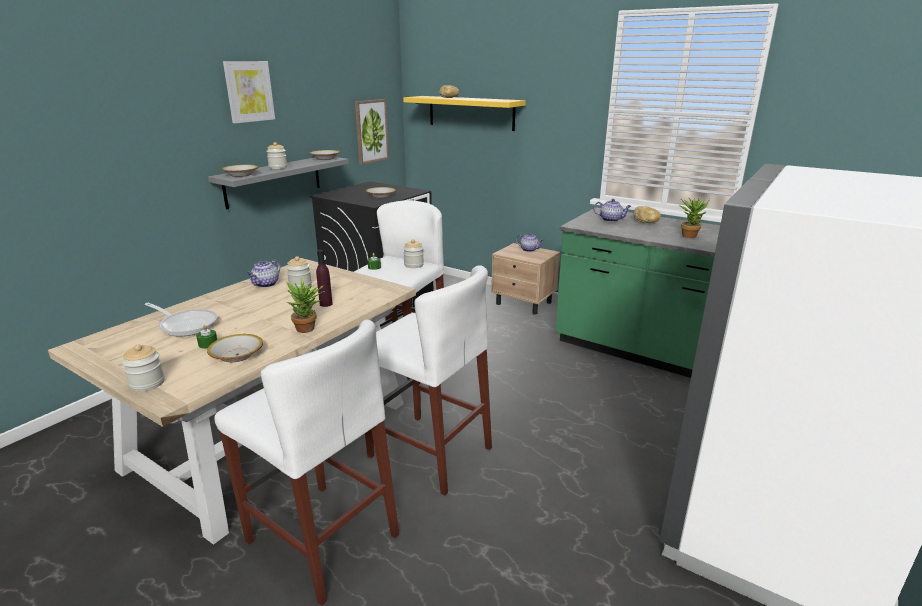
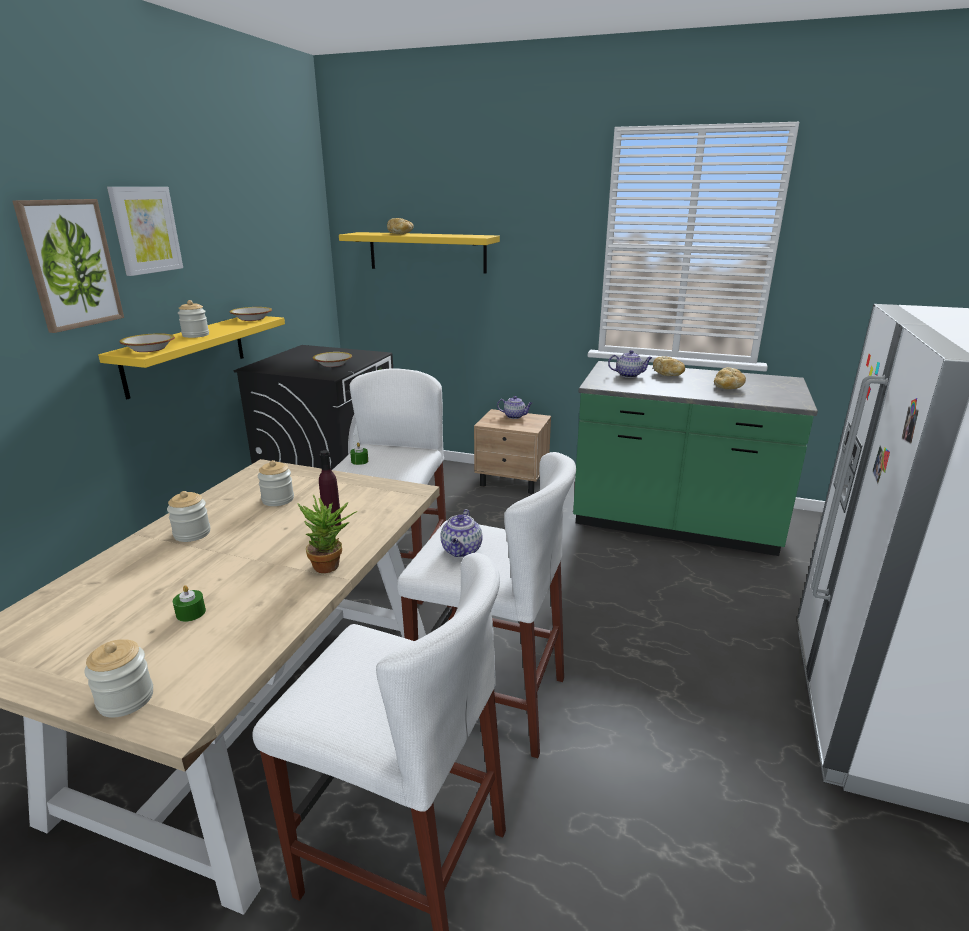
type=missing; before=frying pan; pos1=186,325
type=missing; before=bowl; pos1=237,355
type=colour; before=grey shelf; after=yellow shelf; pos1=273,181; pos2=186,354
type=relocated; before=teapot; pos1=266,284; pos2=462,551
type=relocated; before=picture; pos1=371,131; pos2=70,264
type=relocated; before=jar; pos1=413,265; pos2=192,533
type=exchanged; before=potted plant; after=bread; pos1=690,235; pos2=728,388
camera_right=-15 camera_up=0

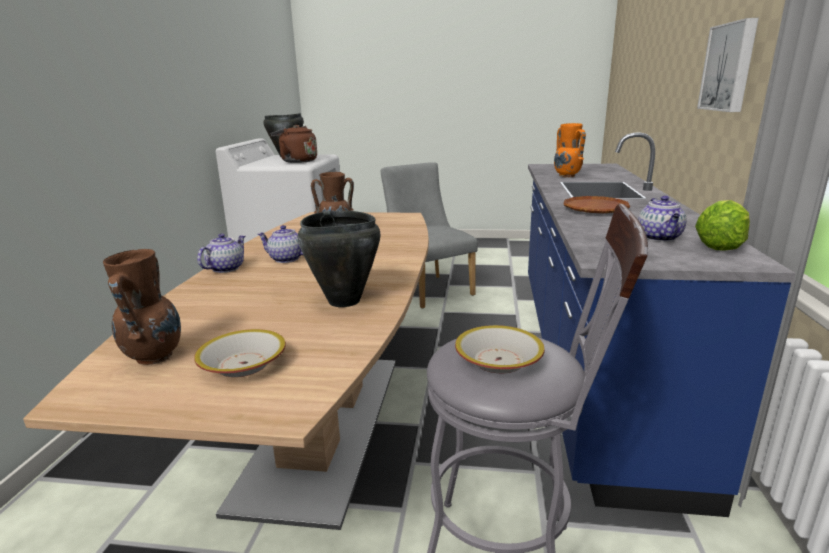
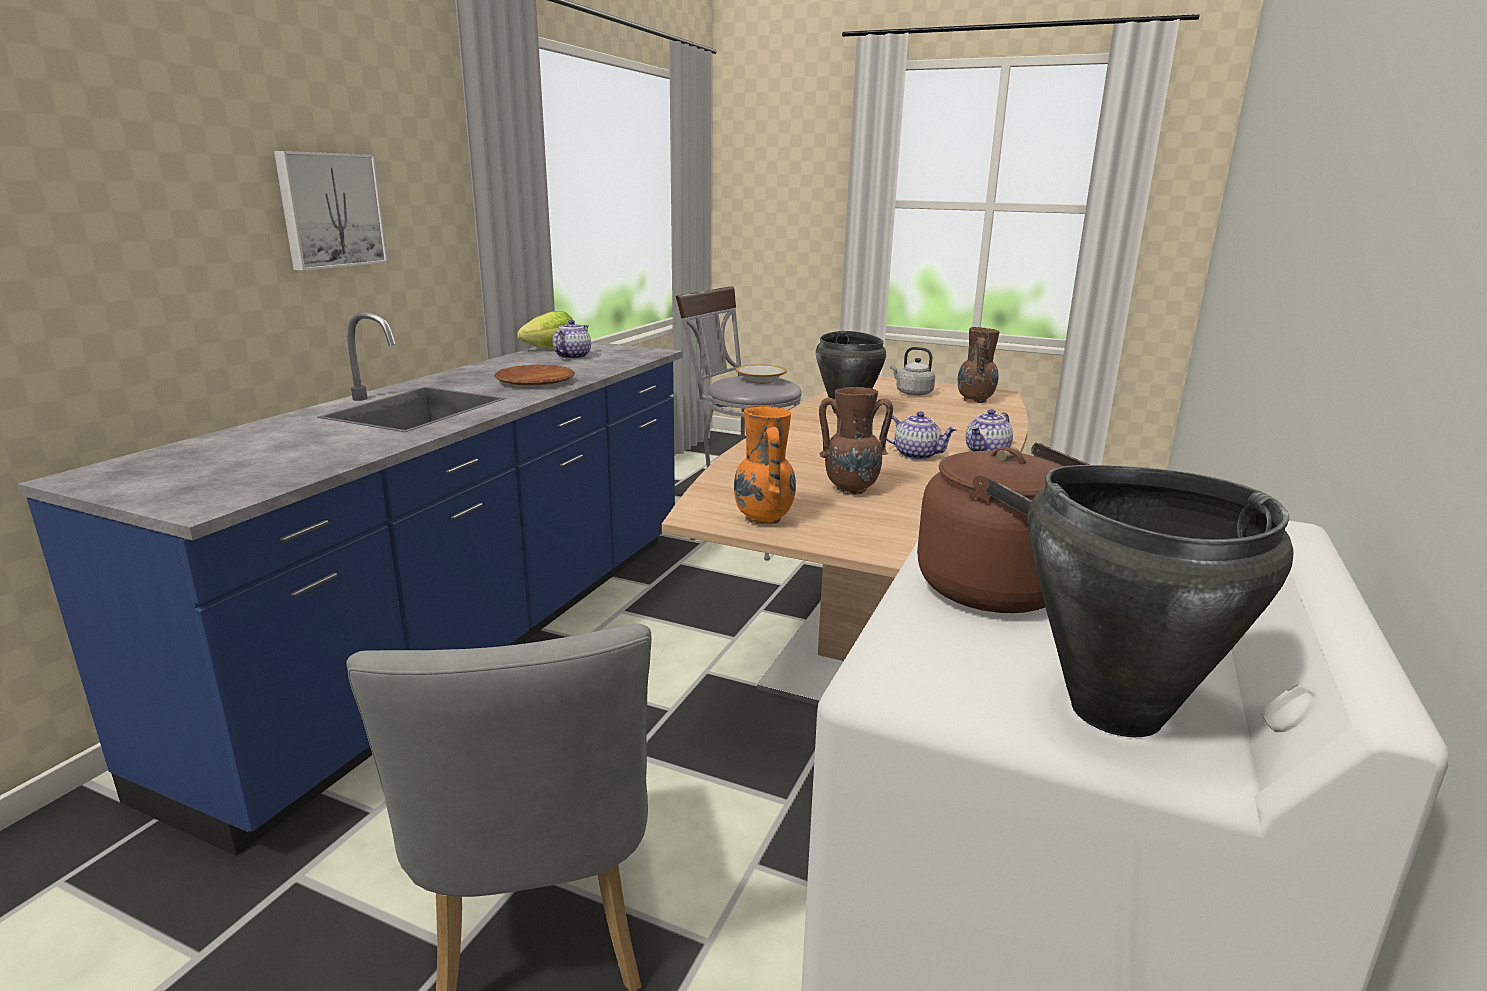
type=exchanged; before=bowl; after=grey kettle; pos1=244,364; pos2=912,393
type=relocated; before=orange vase; pos1=567,176; pos2=764,519
camera_right=-165 camera_up=0

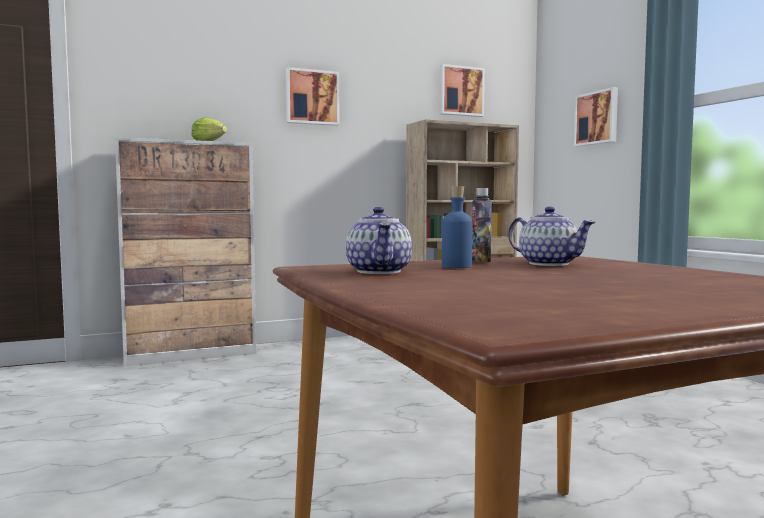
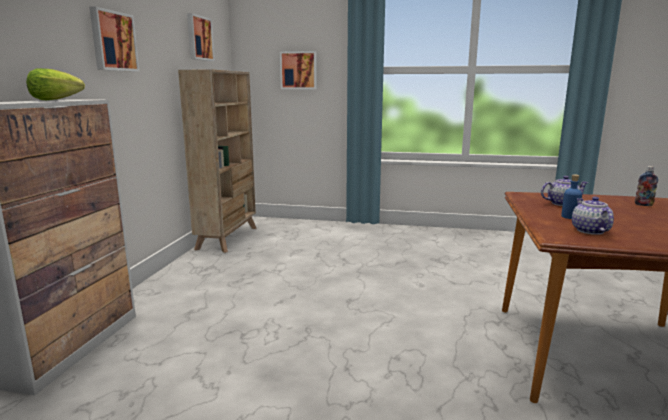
type=spun; before=teapot; pos1=379,271; pos2=590,231; turn=-120
type=relocated; before=bottle; pos1=481,261; pos2=643,205
camera_right=-55 camera_up=10

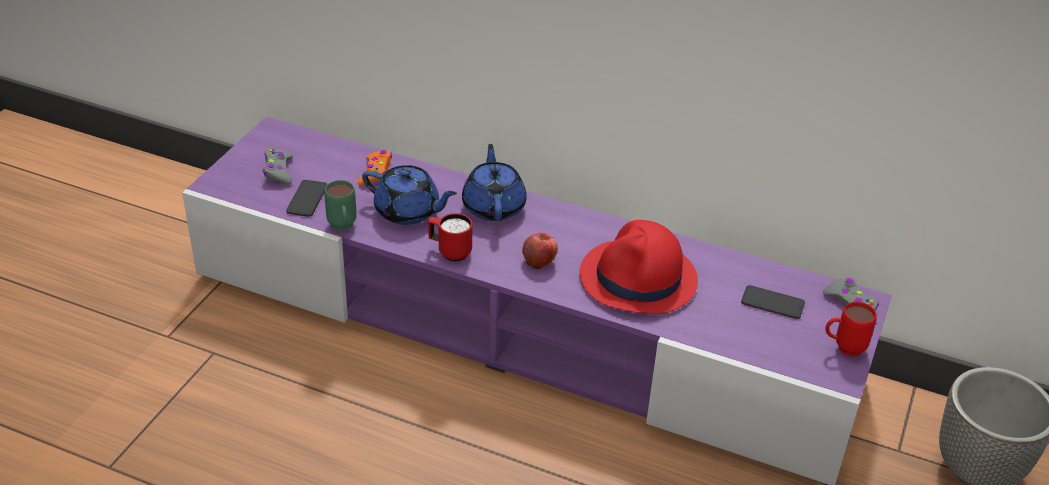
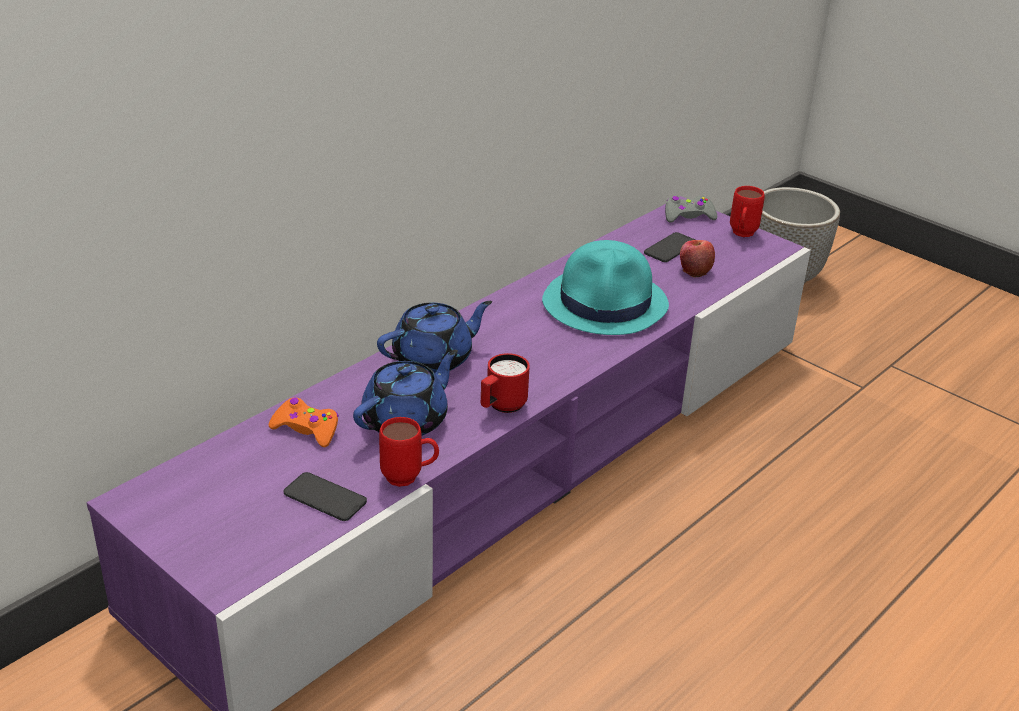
type=missing; before=grey game controller; pos1=278,171
type=colour; before=green mug; after=red mug; pos1=343,228; pos2=409,478
type=spun; before=blue teapot; pos1=494,206; pos2=434,358; turn=135
type=relocated; before=apple; pos1=539,261; pos2=694,270
type=colour; before=red hat; after=turquoise hat; pos1=638,279; pos2=606,304
camera_right=-70 camera_up=-5

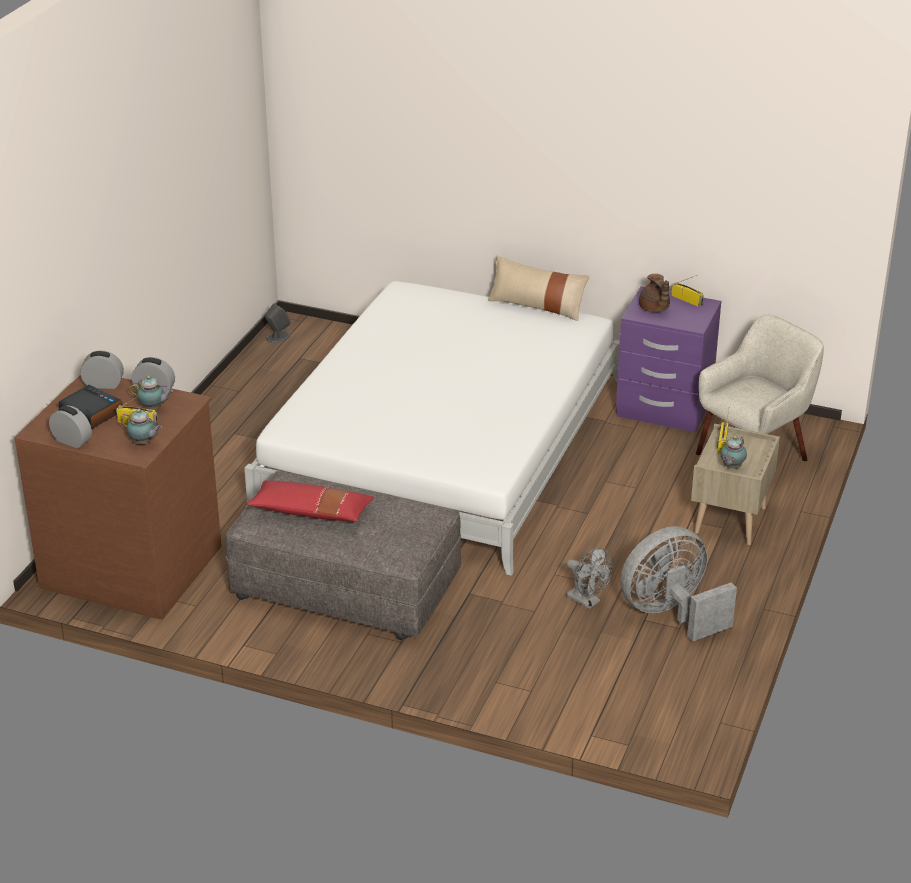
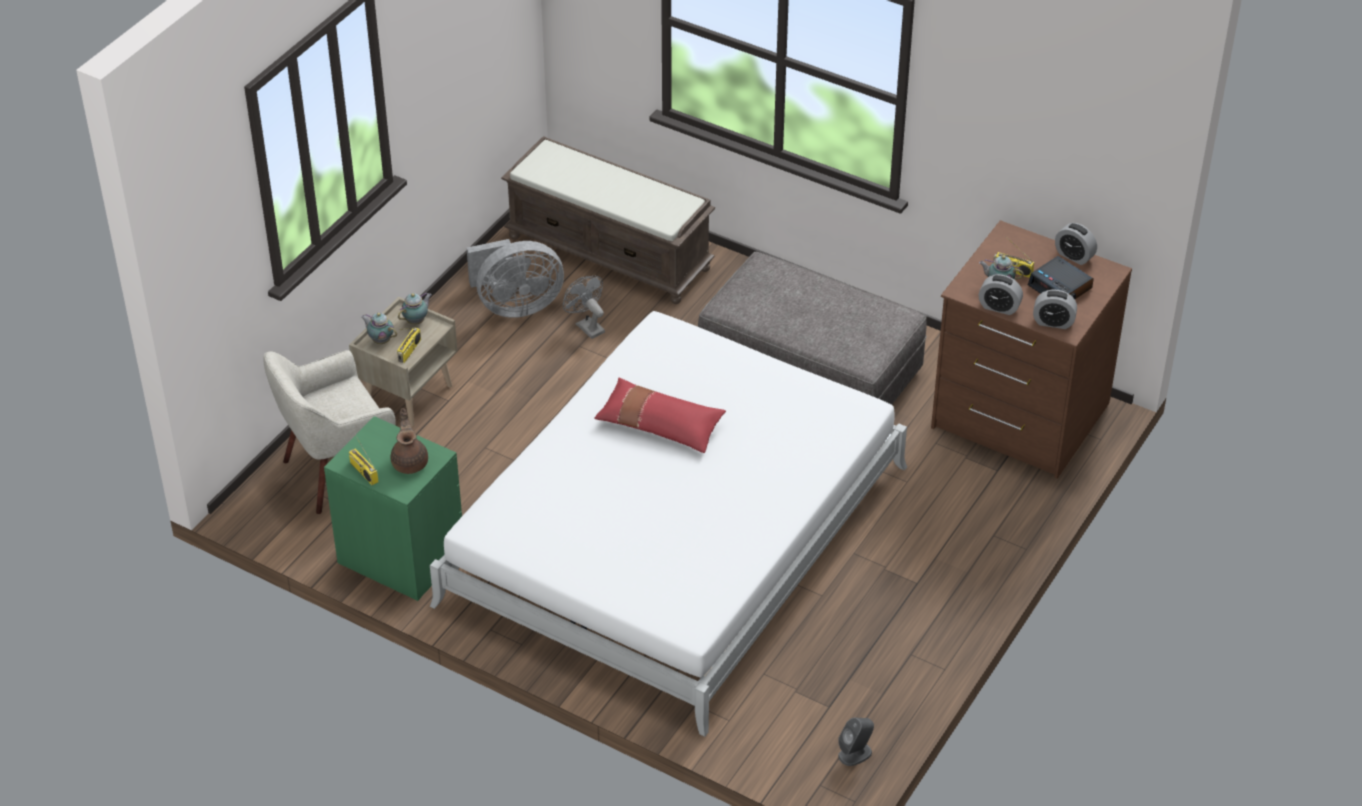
type=relocated; before=teapot; pos1=143,443; pos2=380,340
type=relocated; before=red pillow; pos1=311,512; pos2=660,425
type=missing; before=beige pillow; pos1=537,306
type=colour; before=purple nightstand; after=green nightstand; pos1=663,409; pos2=402,555
type=appeared; after=brown bench; pos2=611,252
camera_right=-170 camera_up=10

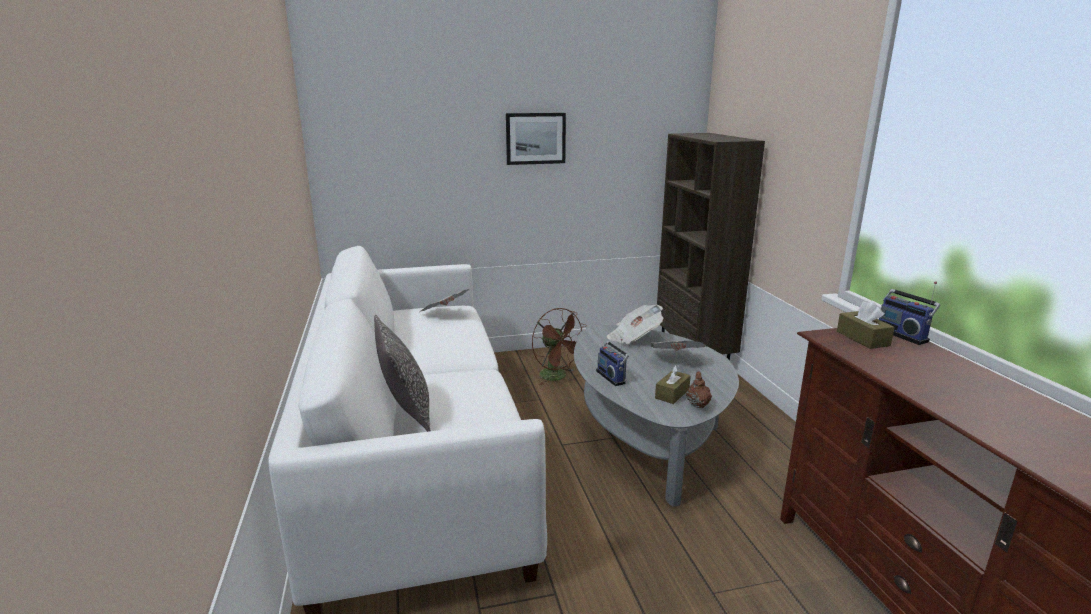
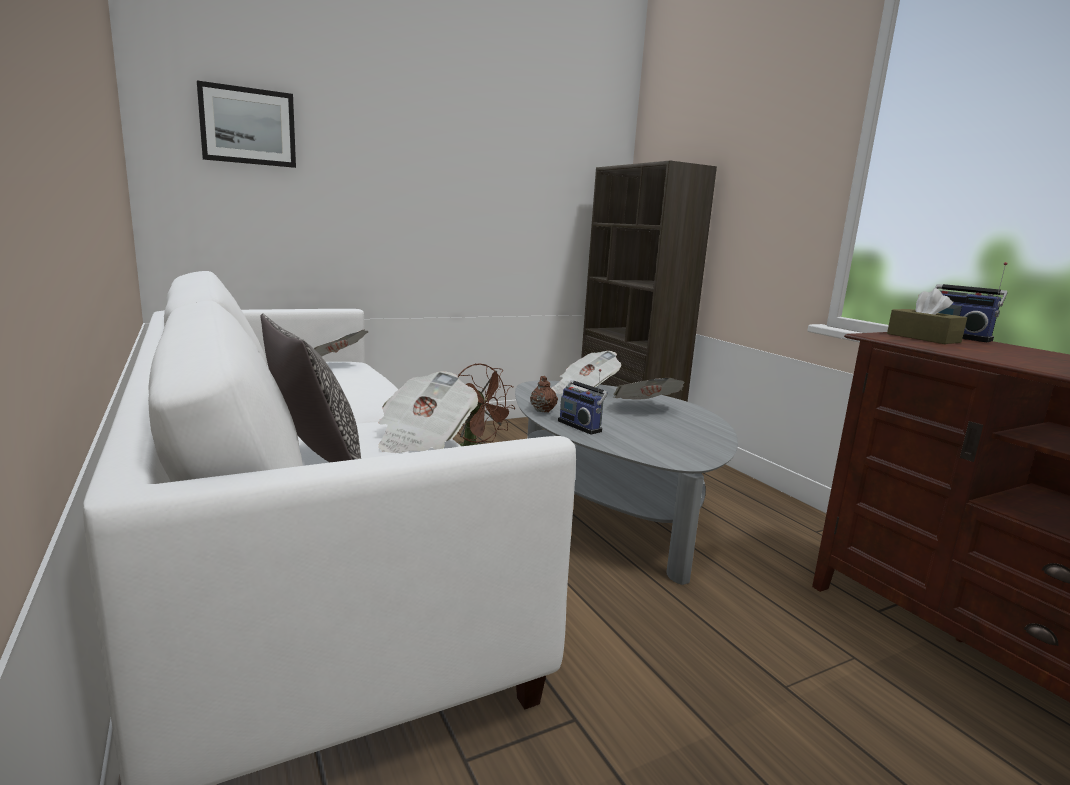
type=relocated; before=picture; pos1=535,138; pos2=248,126
type=missing; before=brown tissue box; pos1=672,394
type=relocated; before=brown teapot; pos1=697,404; pos2=542,410
type=appeared; after=newspaper; pos2=423,438
camera_right=-15 camera_up=-5

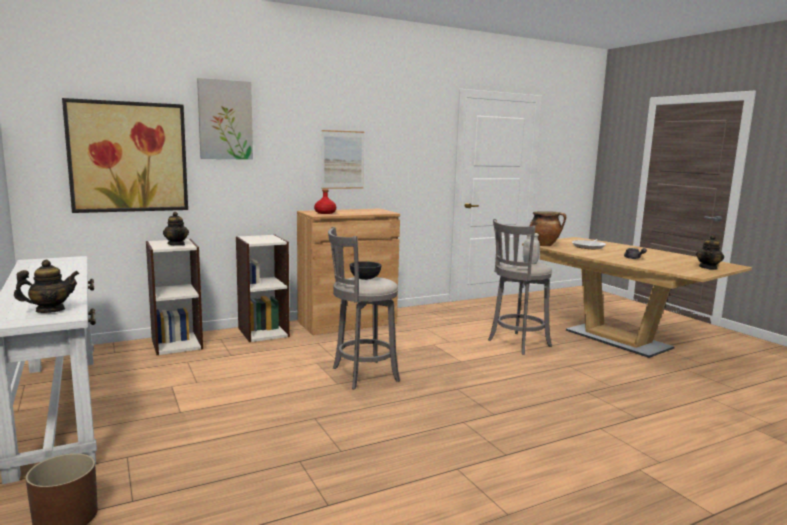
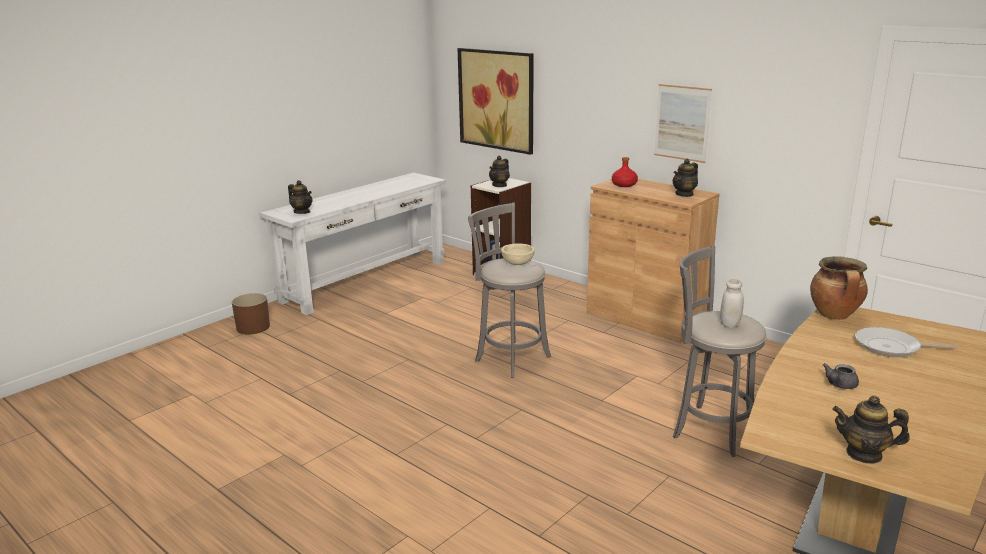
type=missing; before=picture; pos1=225,120
type=missing; before=bookcase; pos1=263,332
type=colour; before=black bowl; after=beige bowl; pos1=365,278; pos2=517,263
type=appeared; after=teapot; pos2=684,194
camera_right=70 camera_up=10

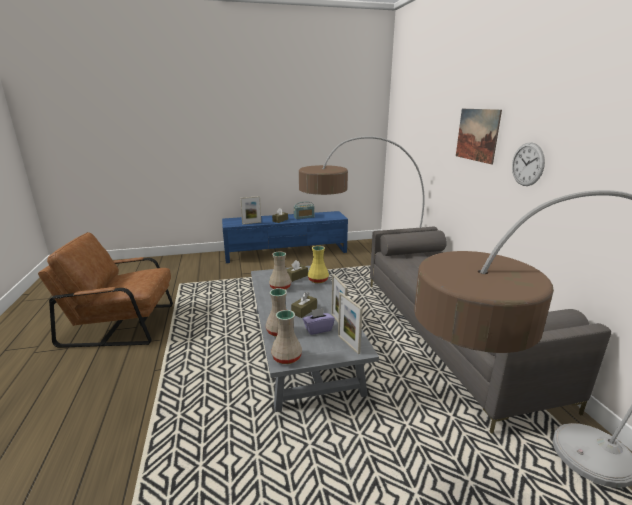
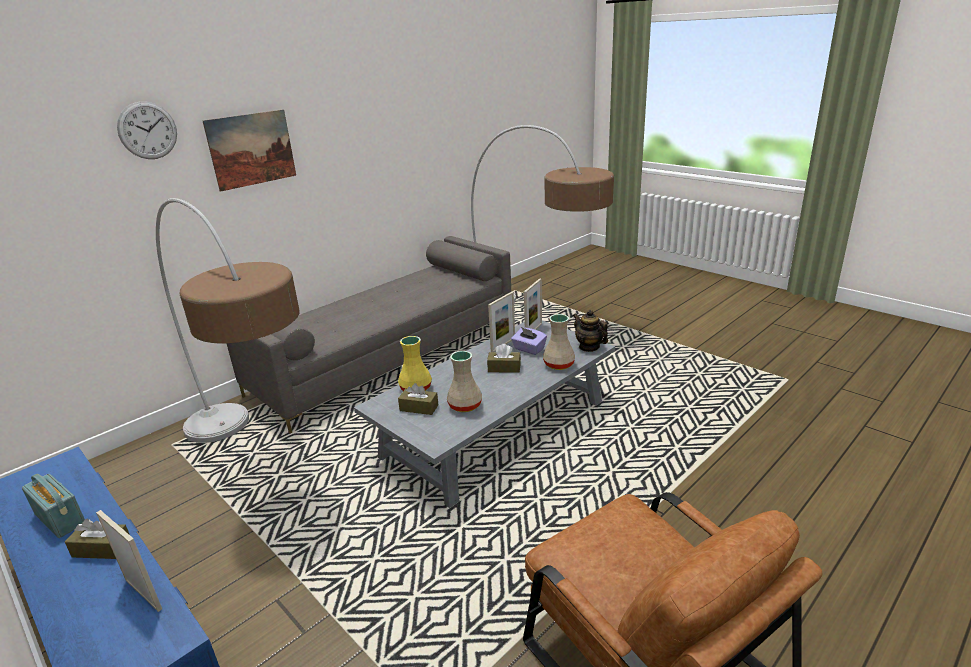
type=exchanged; before=beige vase; after=teapot; pos1=286,357; pos2=589,347
type=relocated; before=wall clock; pos1=527,164; pos2=147,130
camera_right=-120 camera_up=5

